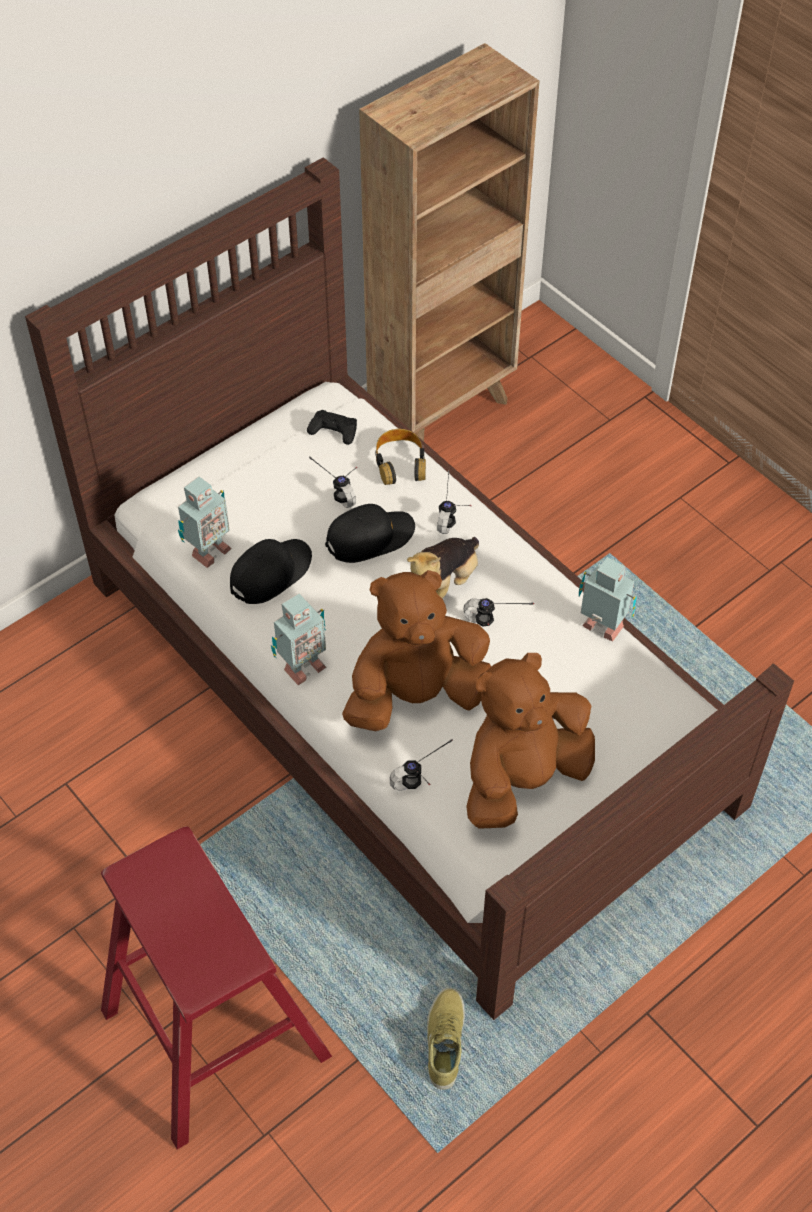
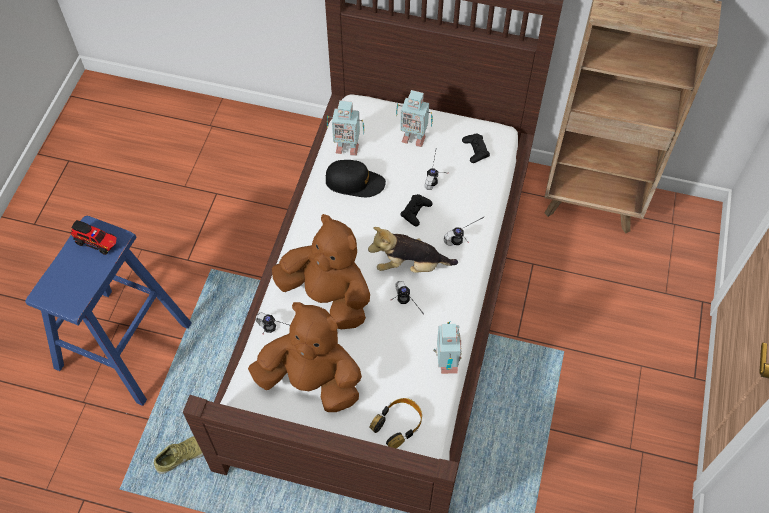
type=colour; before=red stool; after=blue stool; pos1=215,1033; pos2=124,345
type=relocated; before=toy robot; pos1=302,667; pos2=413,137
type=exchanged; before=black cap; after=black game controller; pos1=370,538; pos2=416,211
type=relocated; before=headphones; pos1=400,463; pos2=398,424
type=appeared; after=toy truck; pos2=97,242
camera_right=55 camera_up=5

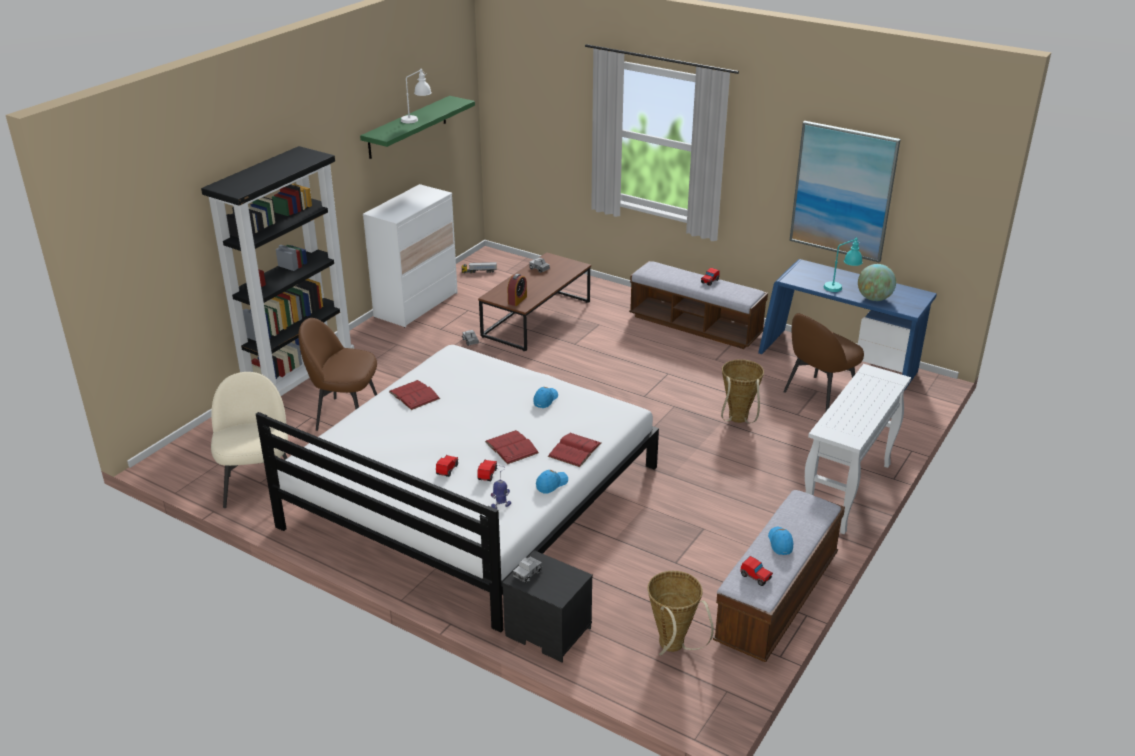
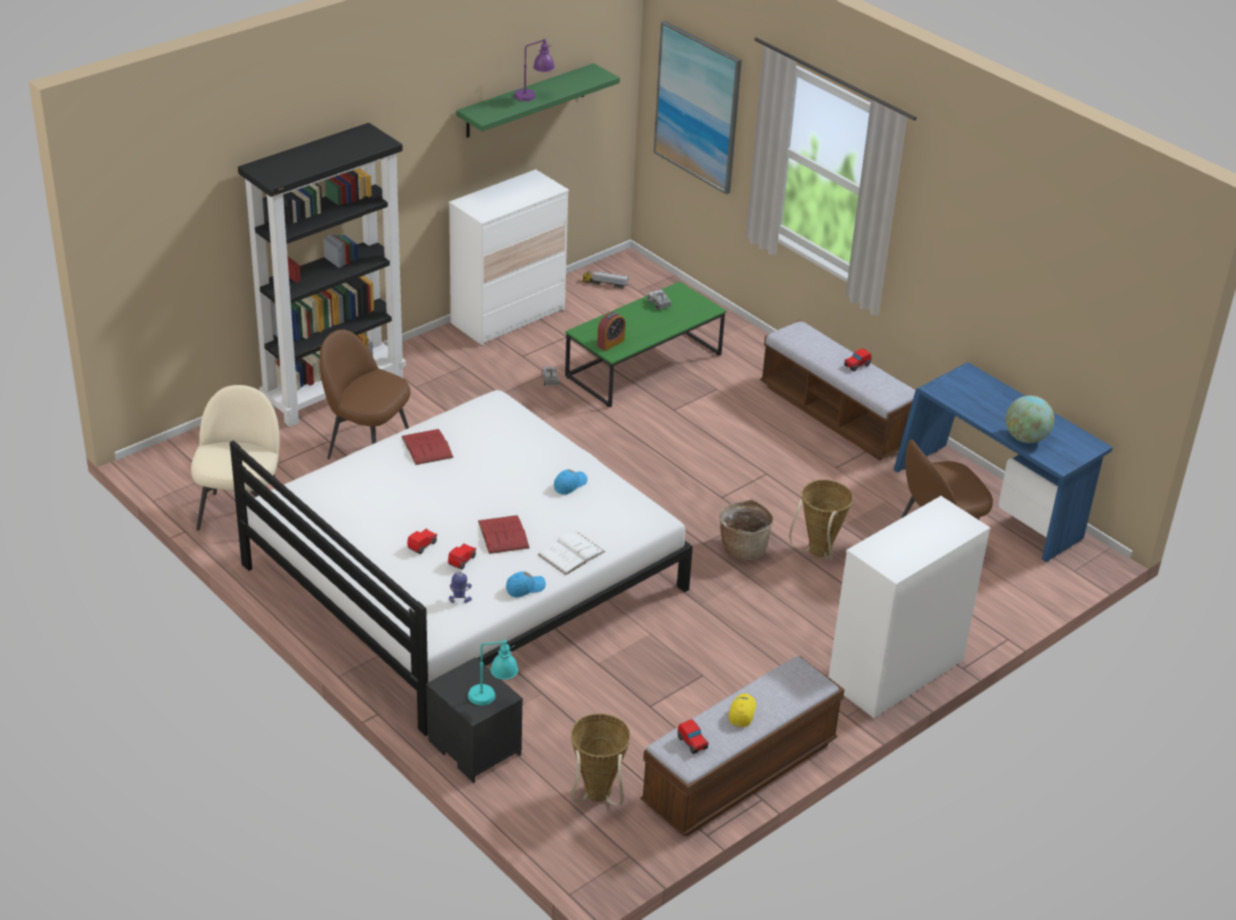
type=colour; before=white table lamp; after=purple table lamp; pos1=417,120; pos2=534,97
type=colour; before=brown coffee table; after=green coffee table; pos1=536,319; pos2=644,366
type=missing; before=toy truck; pos1=527,573
type=colour; before=red book; after=white book; pos1=575,449; pos2=571,553
type=colour; before=blue cap; after=yellow cap; pos1=780,543; pos2=742,713
type=relocated; before=picture; pos1=843,191; pos2=697,107
type=exchanged; before=white console table; after=white dresser; pos1=847,492; pos2=895,672
type=relocated; before=turquoise table lamp; pos1=841,287; pos2=493,698
type=appeared; after=basket; pos2=743,548
camera_right=15 camera_up=5

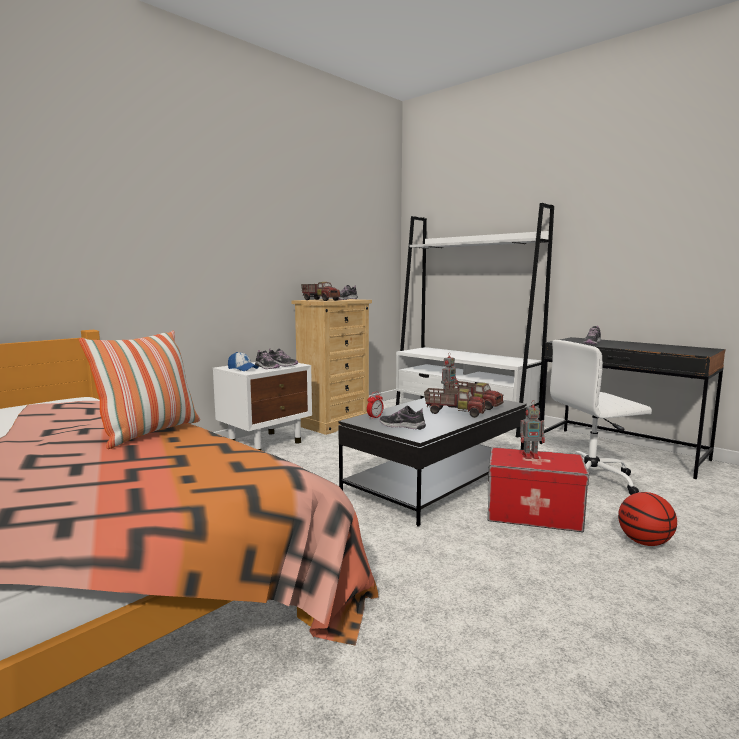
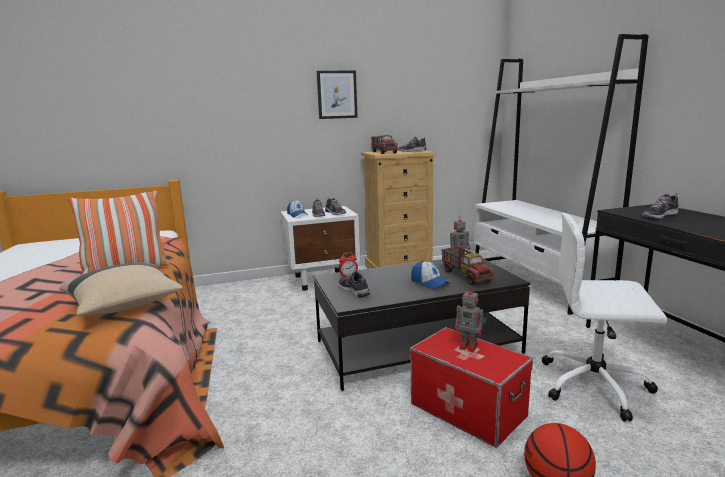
type=exchanged; before=toy truck; after=cap; pos1=454,413; pos2=429,283
type=appeared; after=beige pillow; pos2=124,306
type=appeared; after=picture; pos2=337,94
camera_right=30 camera_up=5

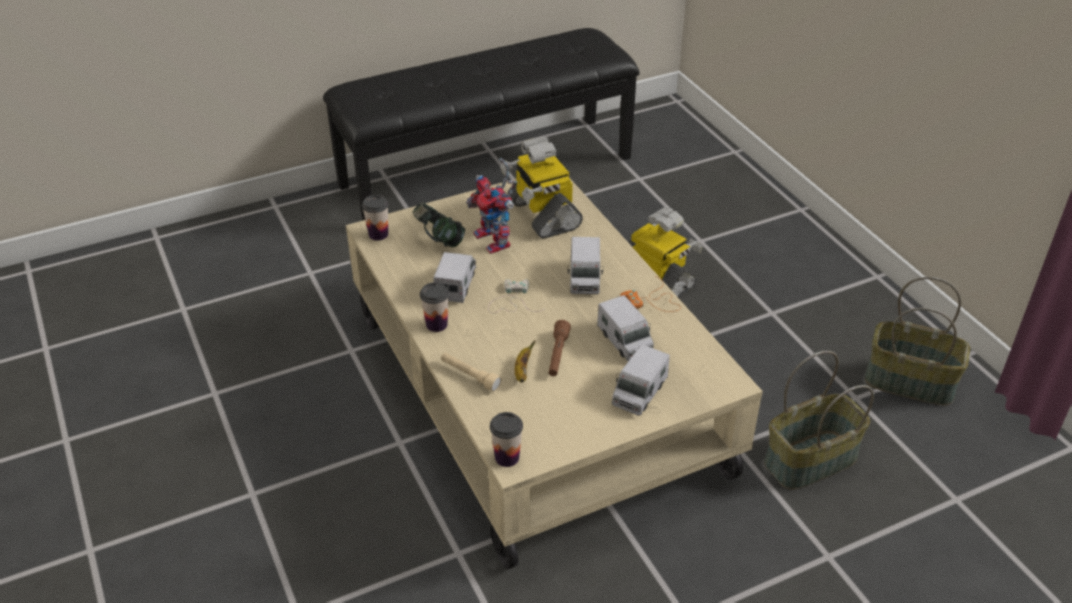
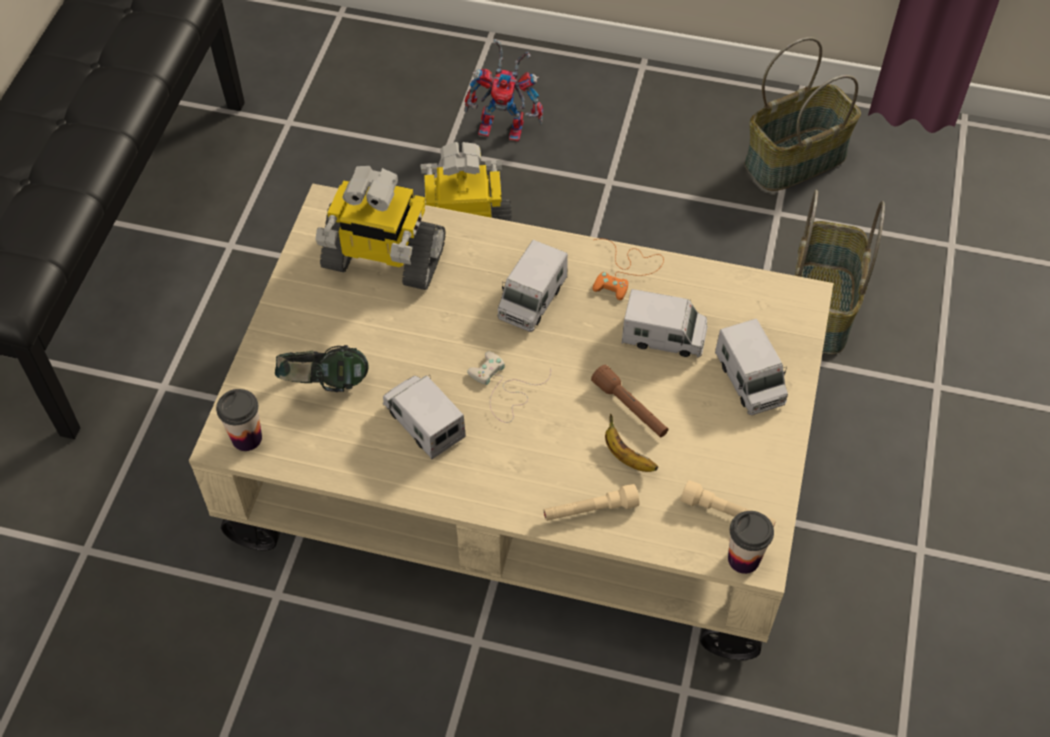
type=missing; before=cup; pos1=436,324
type=relocated; before=toy robot; pos1=496,242; pos2=506,127
type=spun; before=toy truck; pos1=584,278; pos2=532,299; turn=75
type=appeared; after=beige flashlight; pos2=727,513
camera_right=-50 camera_up=15

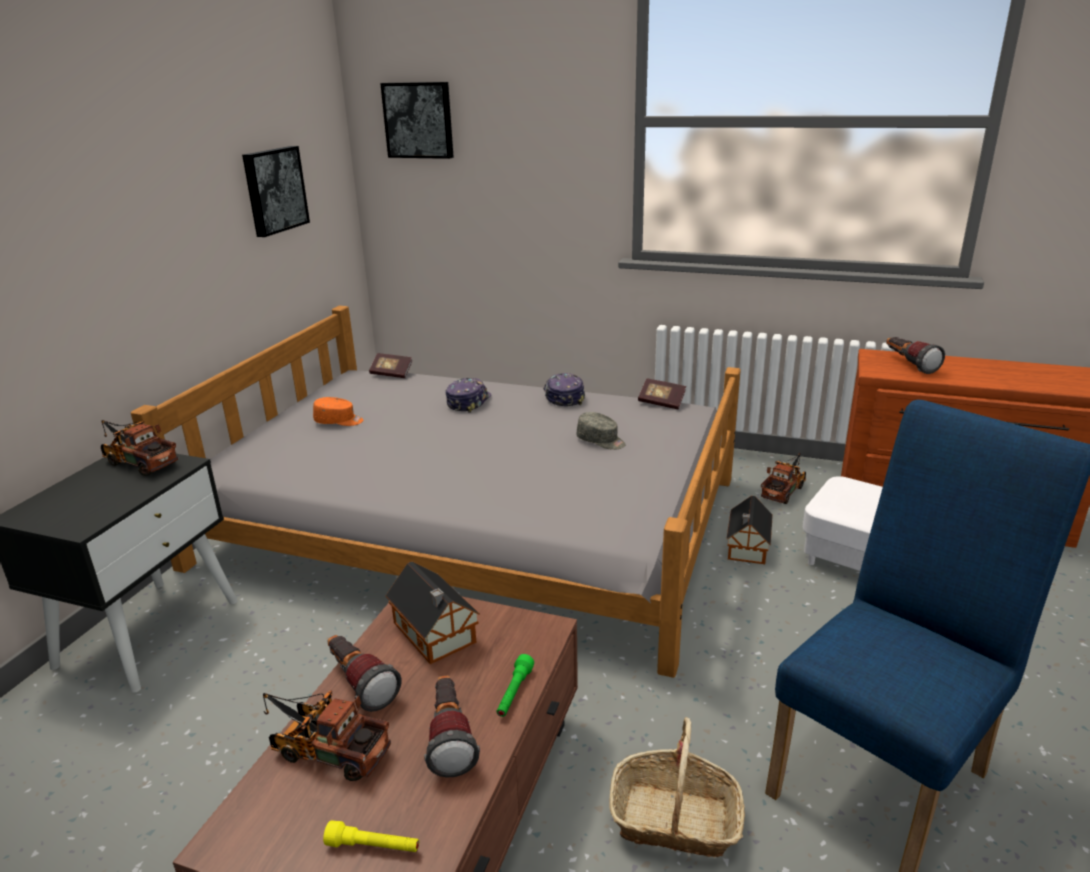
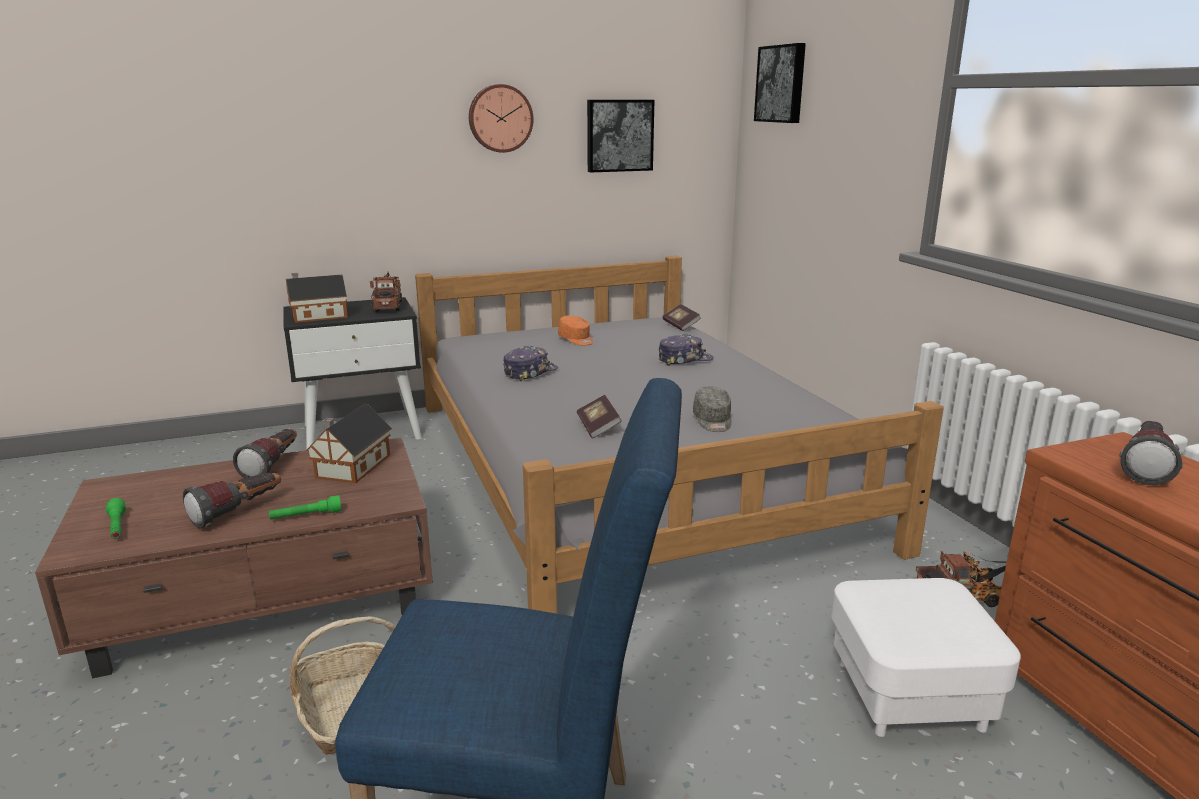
type=missing; before=toy truck; pos1=325,750
type=colour; before=yellow flashlight; after=green flashlight; pos1=373,847; pos2=117,527
type=relocated; before=cap; pos1=564,397; pos2=530,372
type=relocated; before=book; pos1=661,402; pos2=598,427
type=relocated; before=toy house; pos1=747,548; pos2=317,316
type=appeared; after=wall clock; pos2=500,118
camera_right=50 camera_up=-5

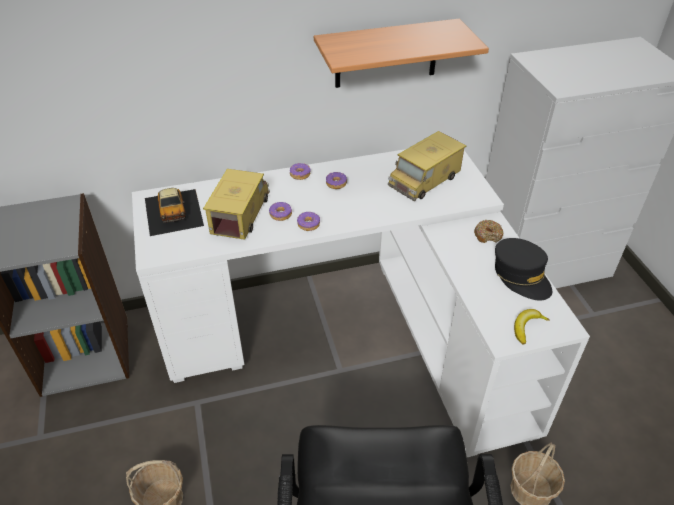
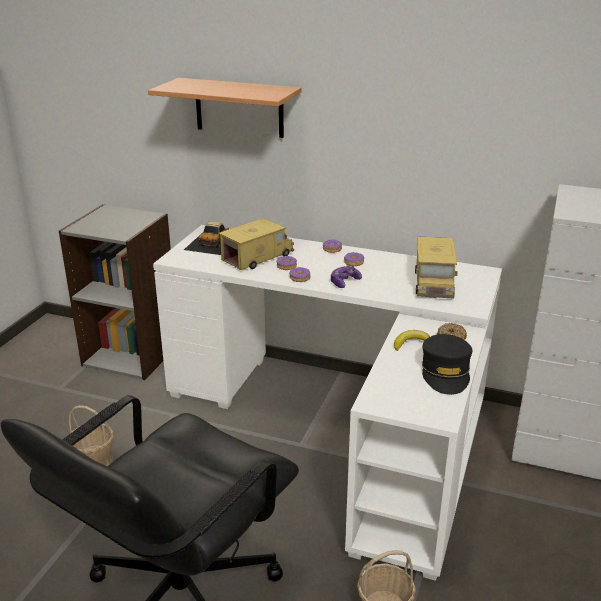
type=relocated; before=shelf; pos1=386,54; pos2=239,108
type=spun; before=toy truck; pos1=425,180; pos2=433,283; turn=-75
type=relocated; before=banana; pos1=527,327; pos2=412,344
type=appeared; after=game controller; pos2=344,282
camera_right=35 camera_up=-15

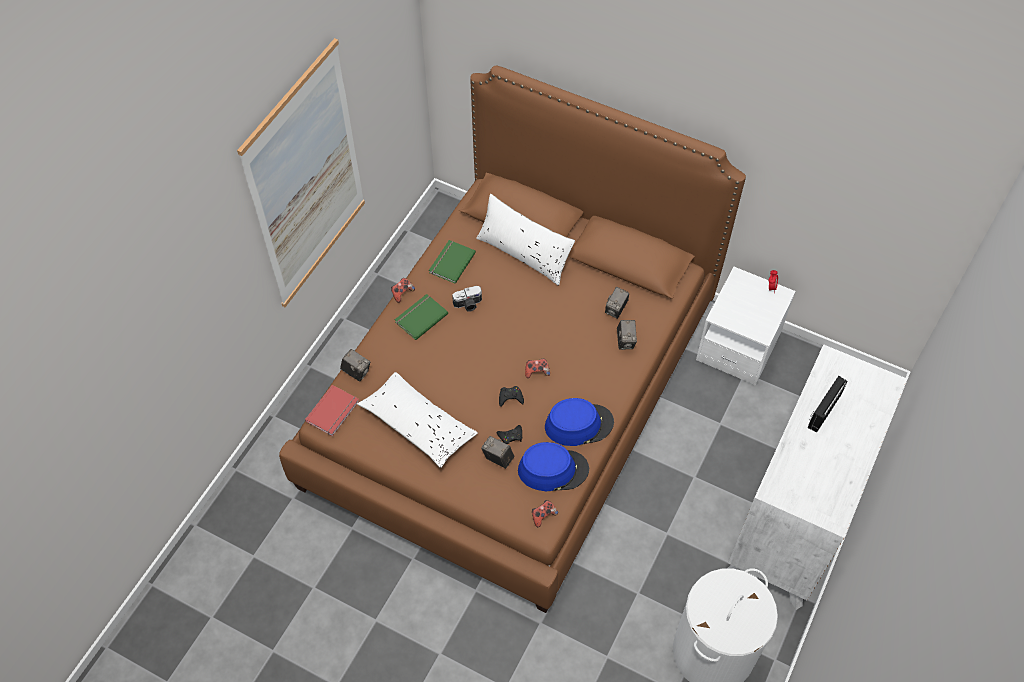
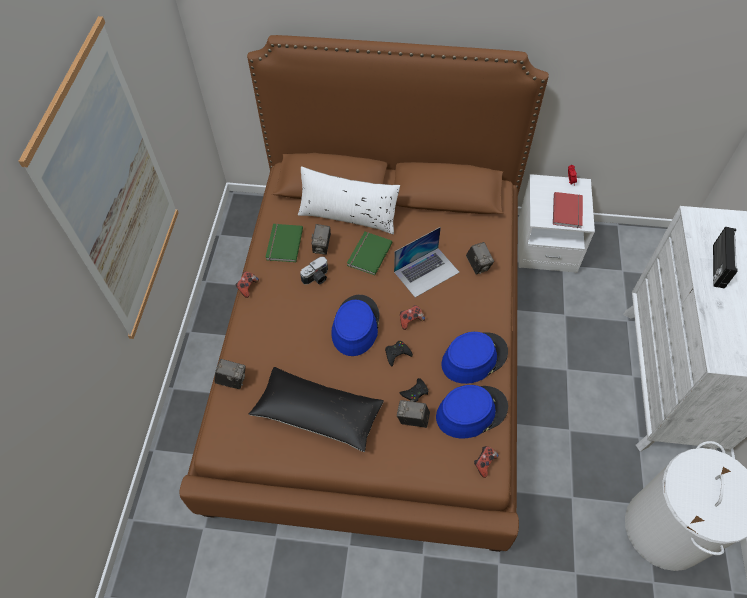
type=relocated; before=red book; pos1=334,412; pos2=568,211
type=colour; before=white pillow; after=black pillow; pos1=418,425; pos2=318,413
type=relocated; before=green book; pos1=420,317; pos2=368,254
type=relocated; before=photo camera; pos1=616,309; pos2=322,247
type=appeared; after=blue hat; pos2=355,325
type=appeared; after=laptop; pos2=426,272
camera_right=-20 camera_up=0

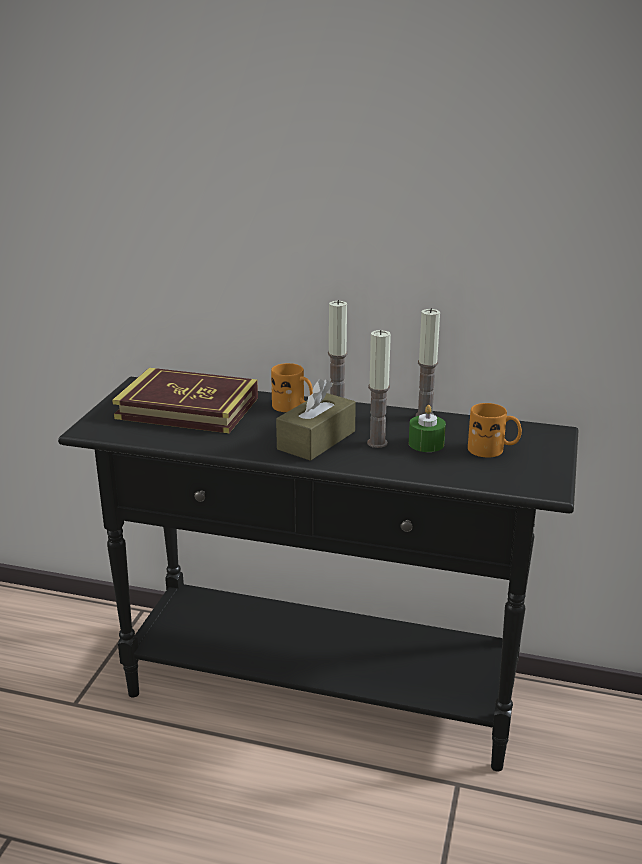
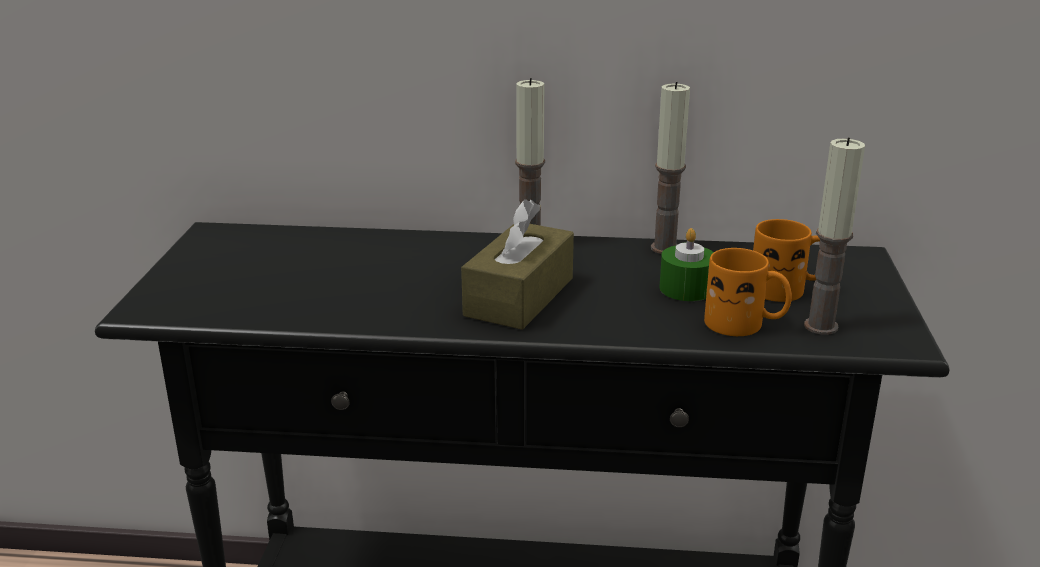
type=missing; before=book; pos1=187,408
type=relocated; before=orange mug; pos1=294,407; pos2=745,325
type=relocated; before=candle; pos1=377,443; pos2=821,326
camera_right=-10 camera_up=0

